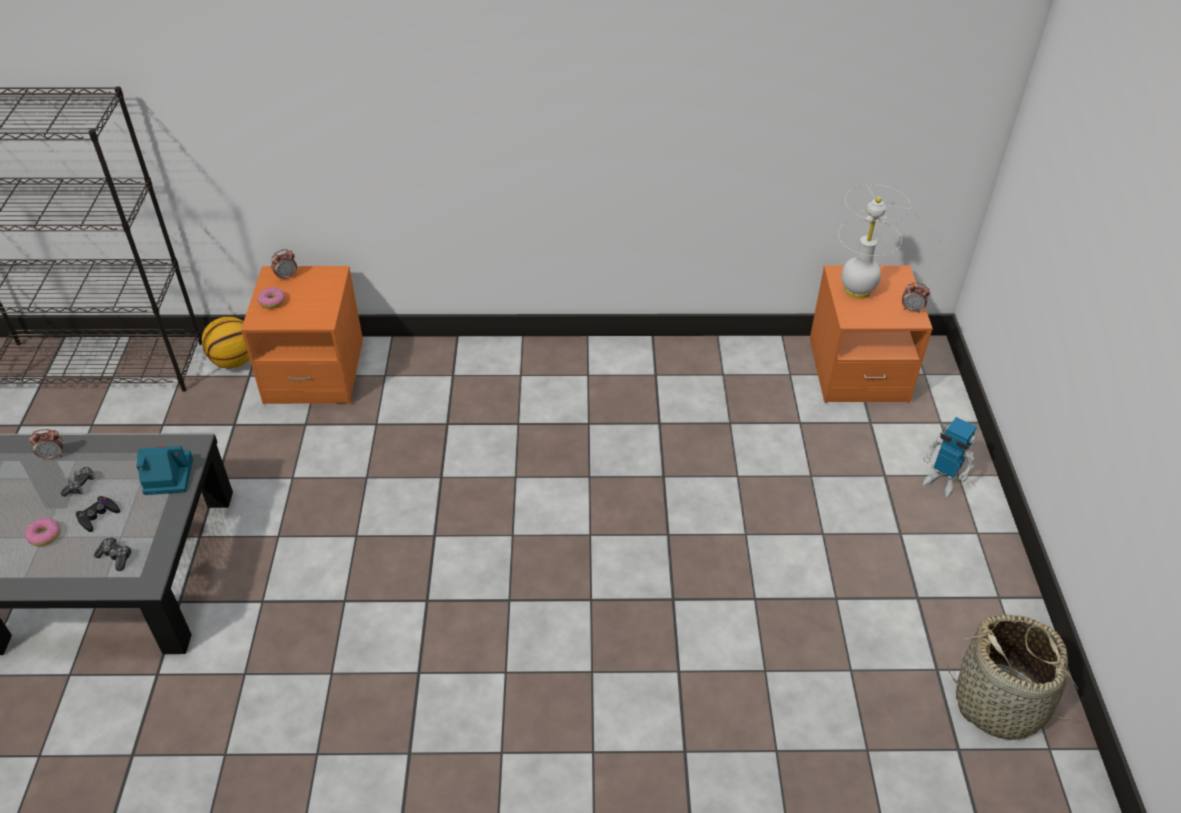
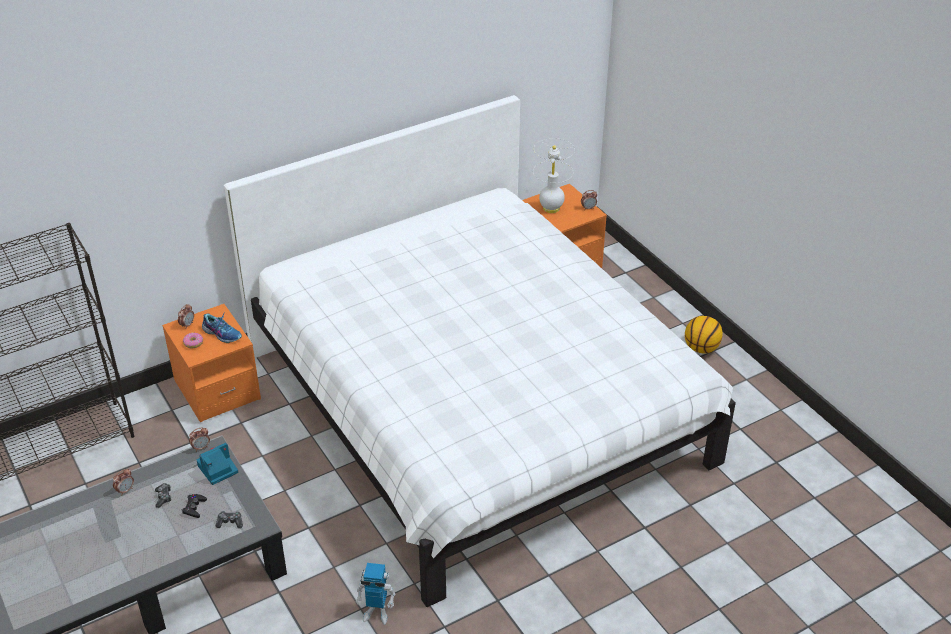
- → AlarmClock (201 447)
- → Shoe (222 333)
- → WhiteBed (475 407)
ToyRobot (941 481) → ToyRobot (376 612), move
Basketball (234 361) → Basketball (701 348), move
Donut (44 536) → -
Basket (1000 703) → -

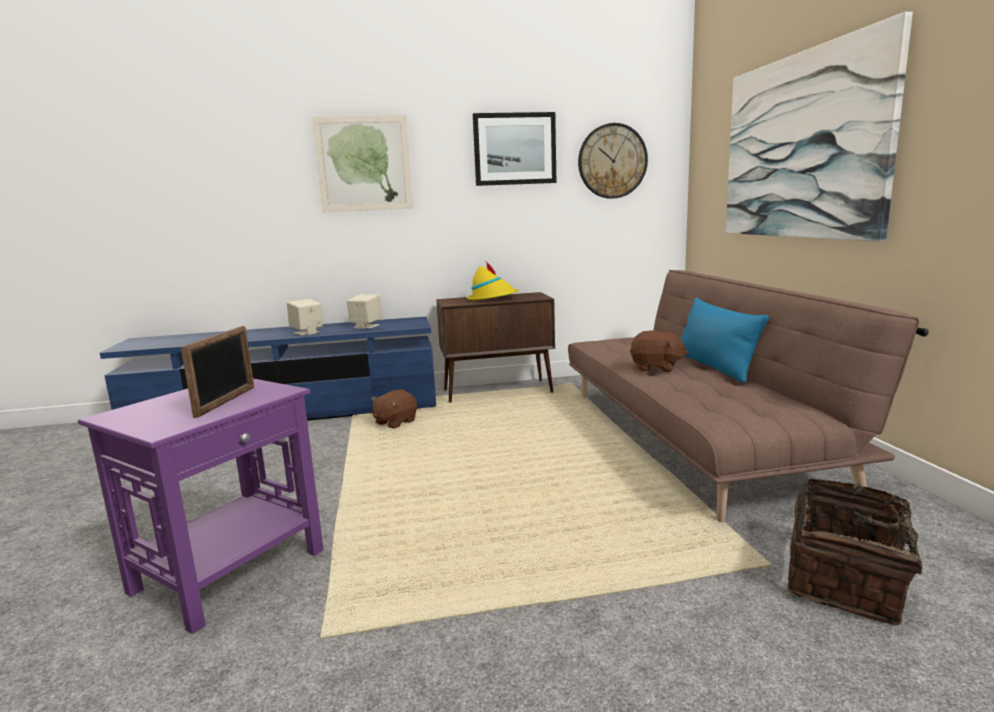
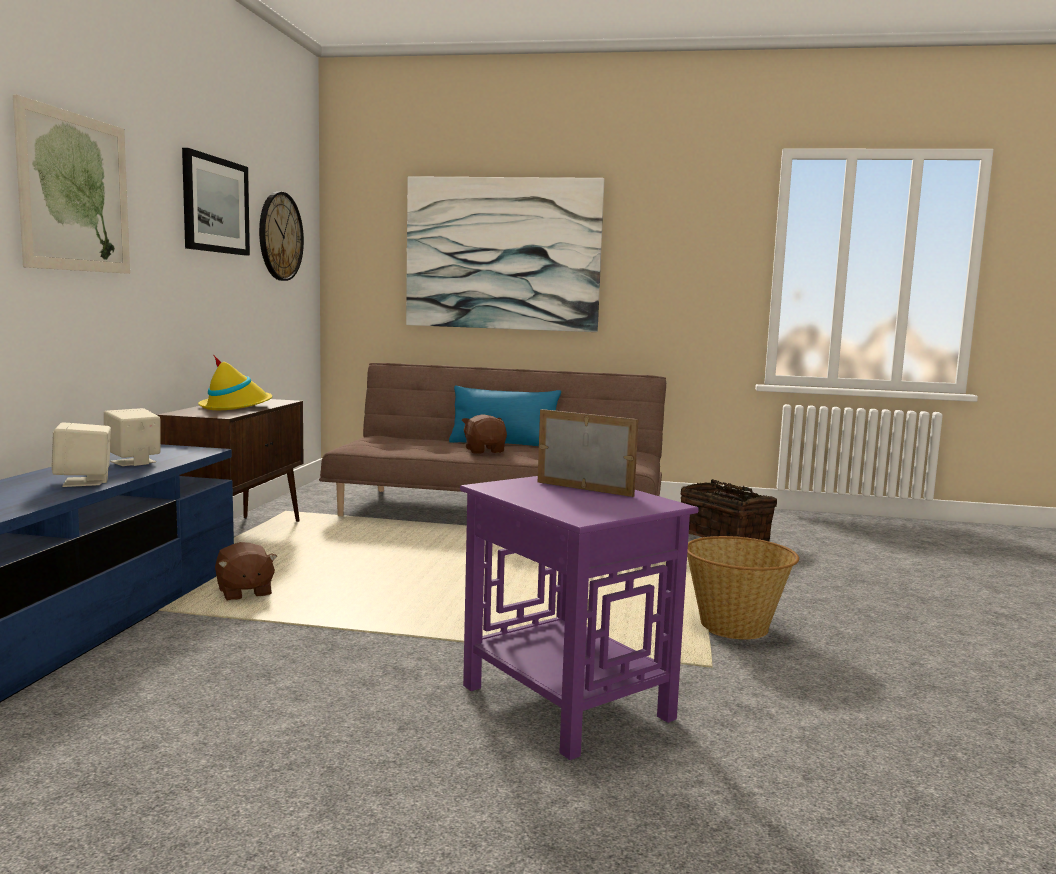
BrownPlushToy (656 368) → BrownPlushToy (485 451), 60 degrees counterclockwise
- → Basket (735 626)

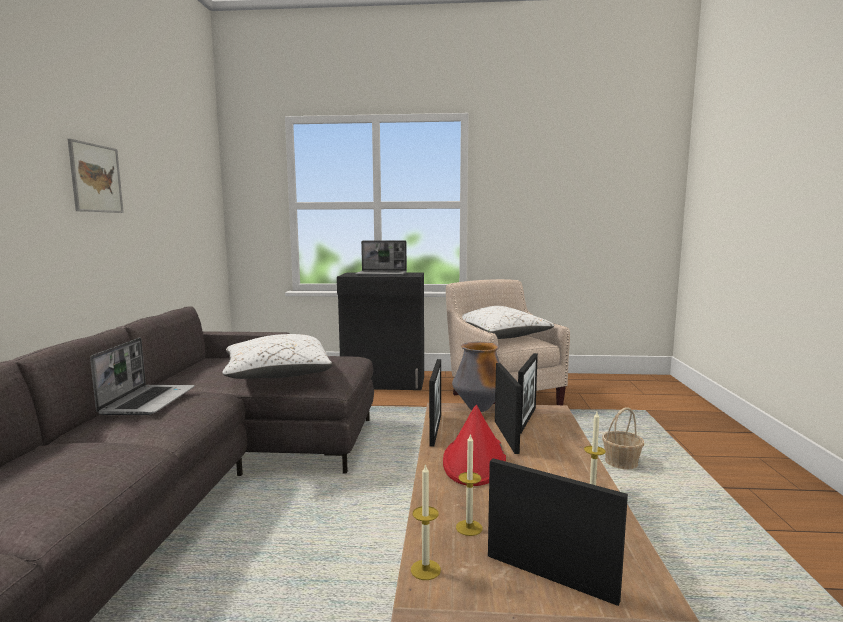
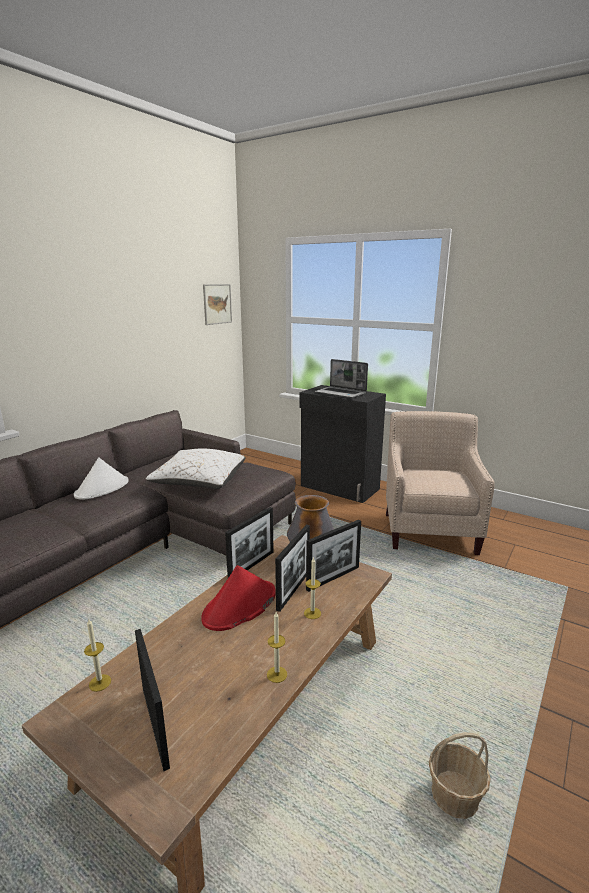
Laptop (148 401) → WhiteHat (102 488)
Picture (96 178) → Picture (217 304), move
Candle (469 528) → Candle (312 613), move
Basket (621 462) → Basket (455 795), move
WhitePillow (502 337) → -

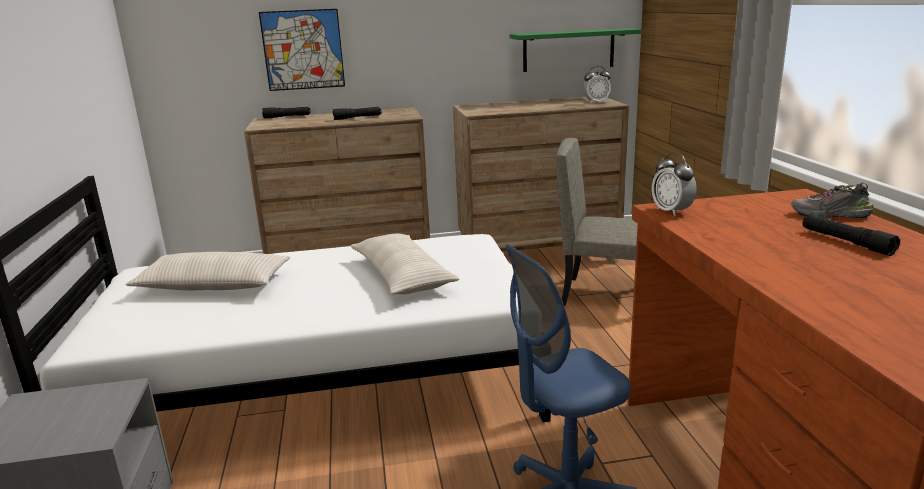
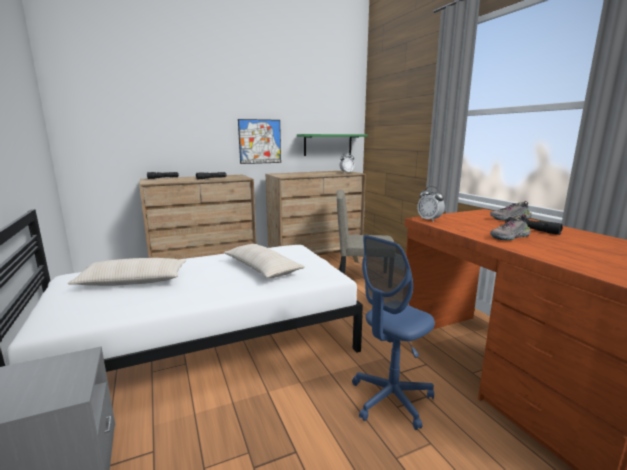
Picture (303 50) → Picture (260 141), move
- → Shoe (510 237)

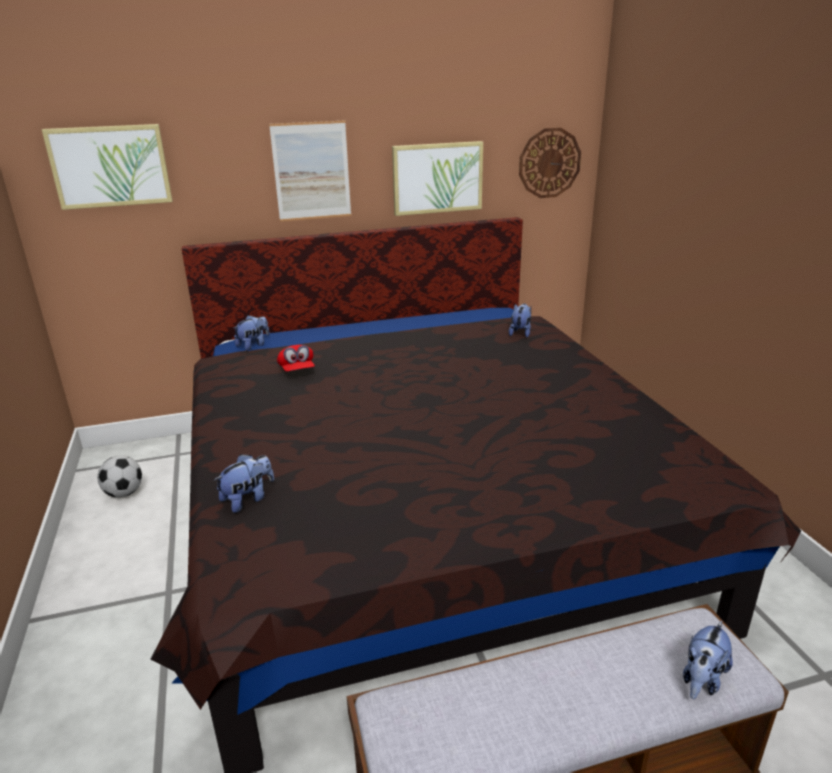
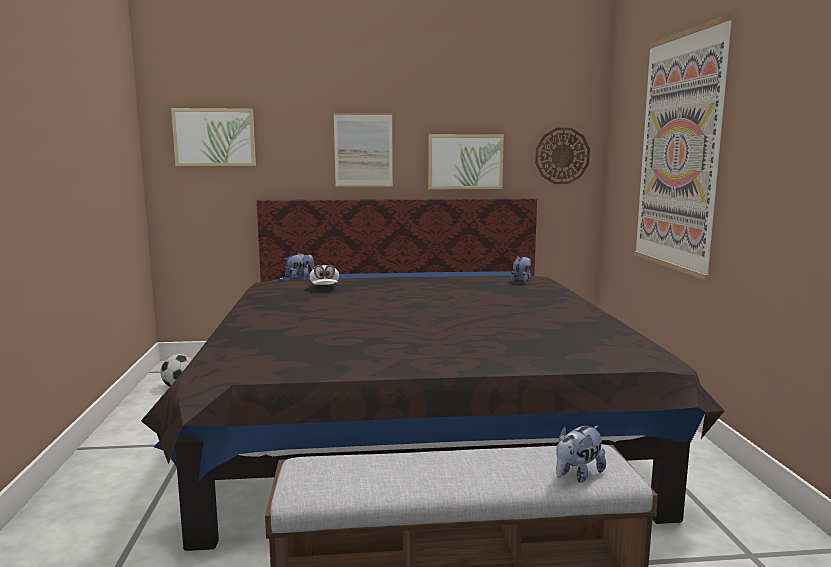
RedCap (297 371) → WhiteCap (324 288)
- → Picture (678 152)
PlushToy (248 499) → -

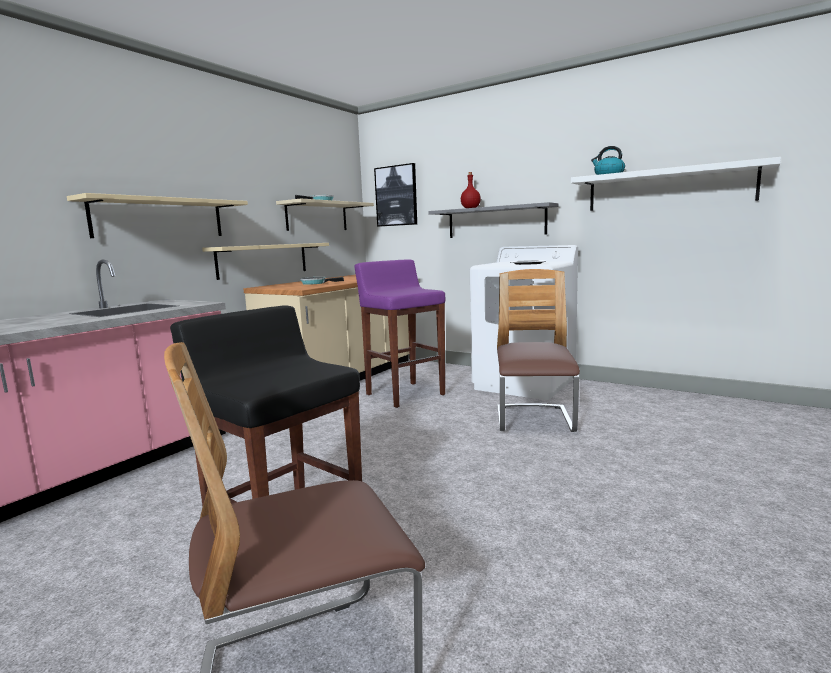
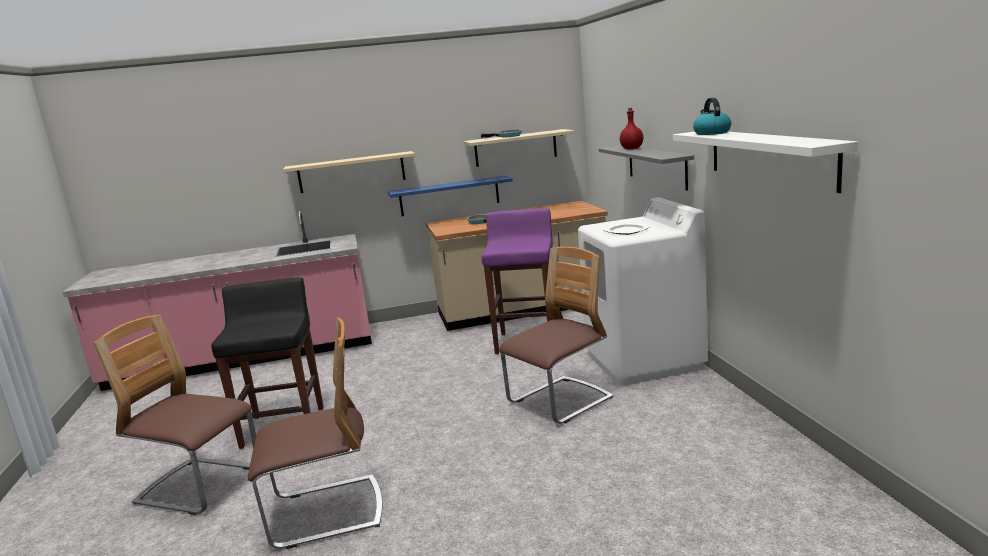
- → Chair (326 512)
BeigeShelf (263 260) → BlueShelf (449 196)
Picture (396 196) → -

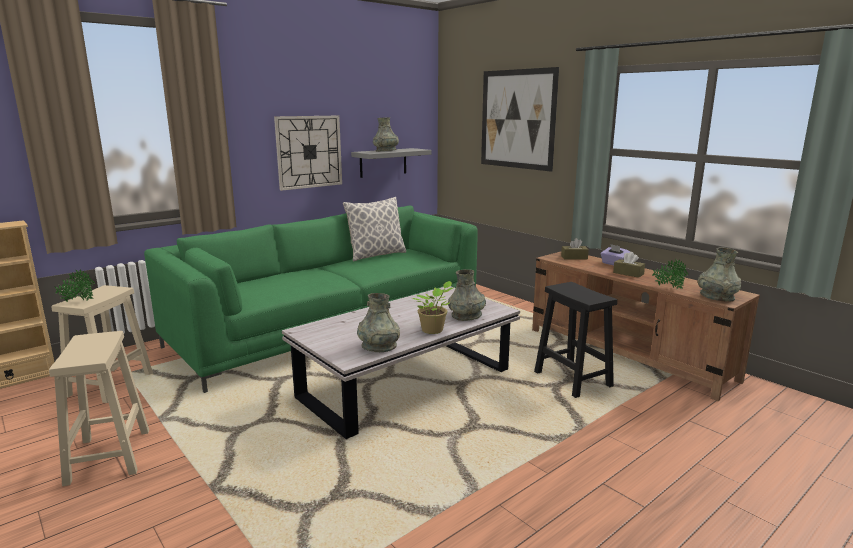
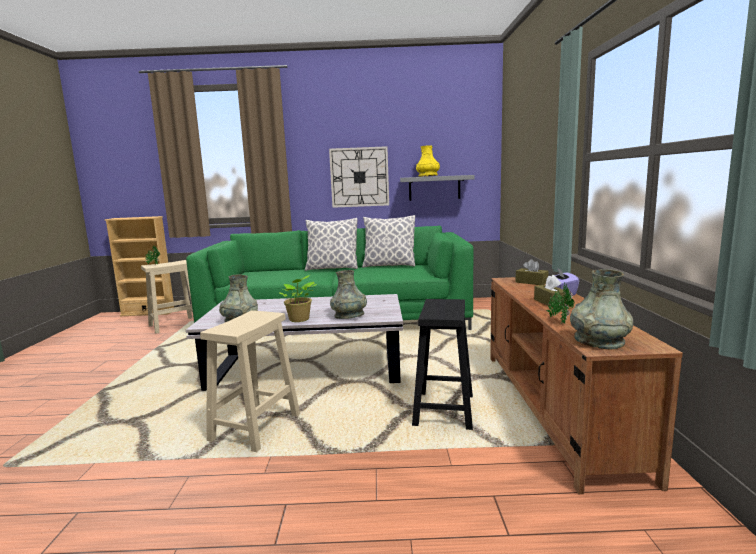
BeigeStool (109 457) → BeigeStool (255 428), move
- → Pillow (332 268)
GreyVase (386 151) → YellowVase (428 176)
Picture (517 119) → -

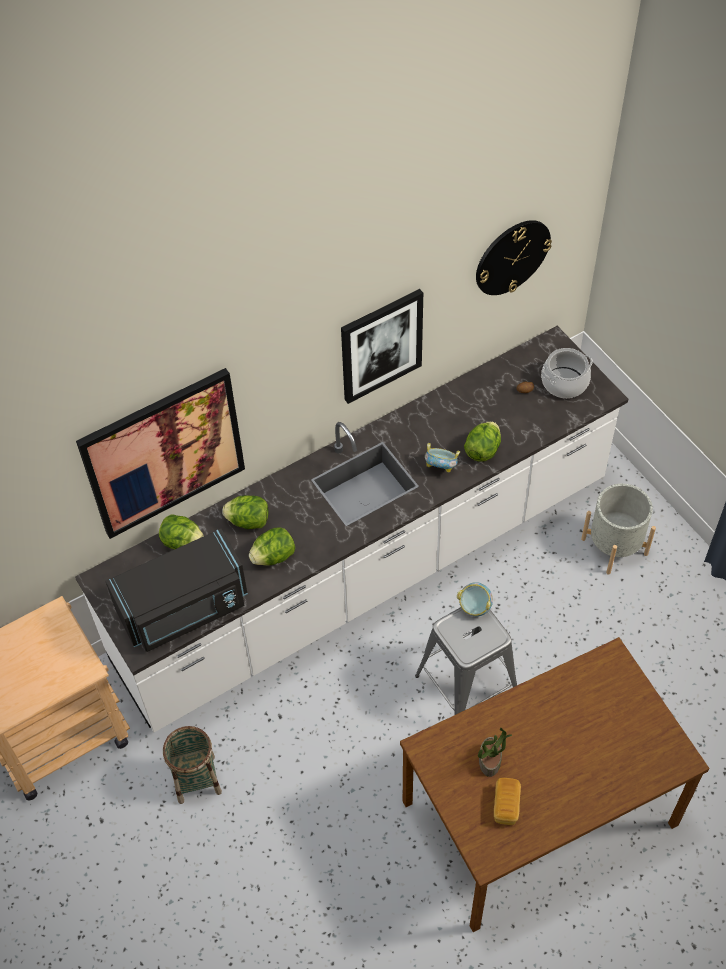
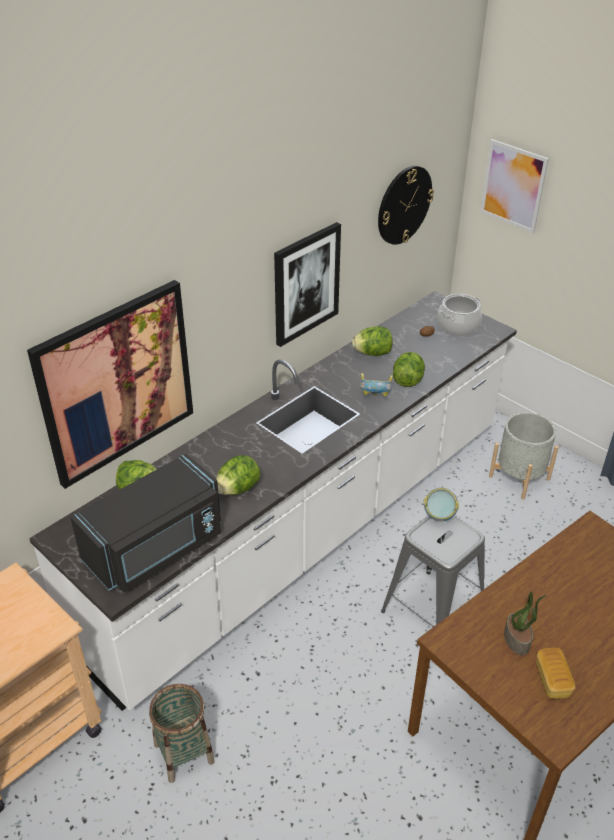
Lettuce (248 521) → Lettuce (373 353), move
- → Picture (513 186)

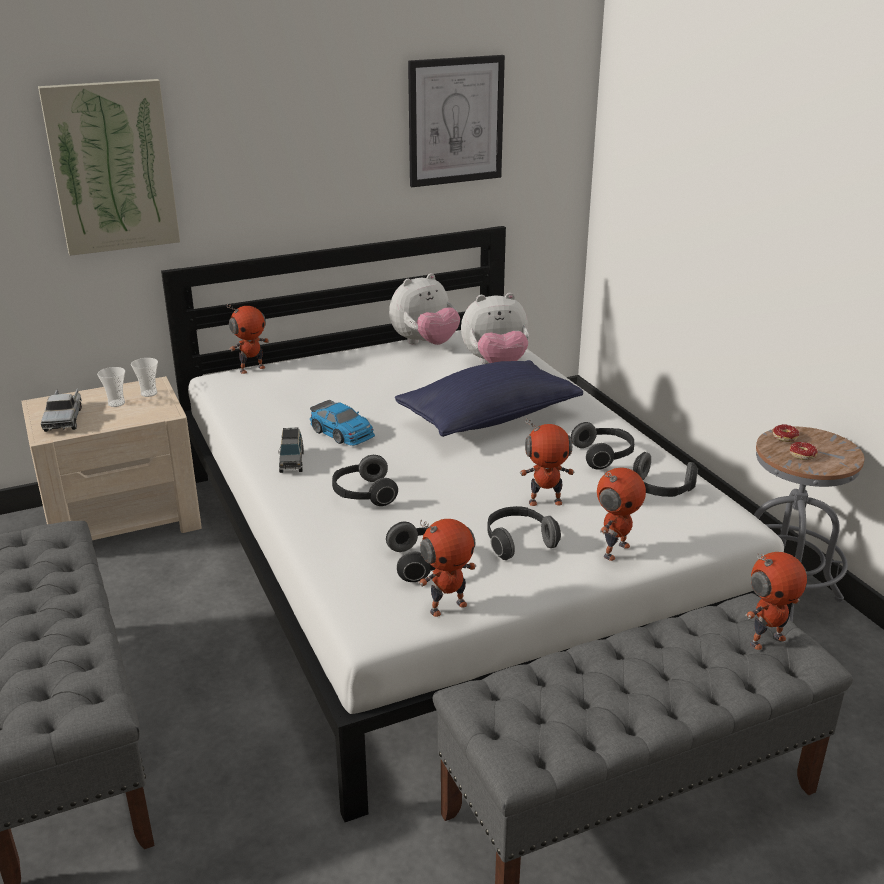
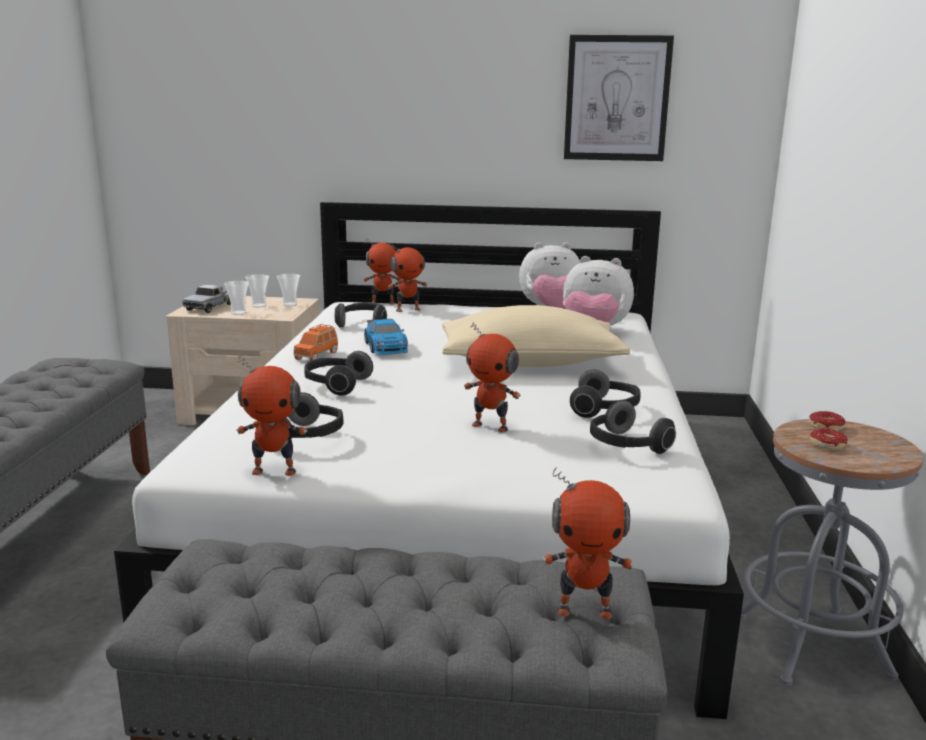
- → Cup (238 313)
GreyToyCar (291 462) → OrangeToyCar (317 355)
Headphones (518 542) → Headphones (363 324), move
ToyRobot (615 550) → ToyRobot (408 310), move
BluePillow (488 418) → BeigePillow (530 363)
Picture (112 167) → -

